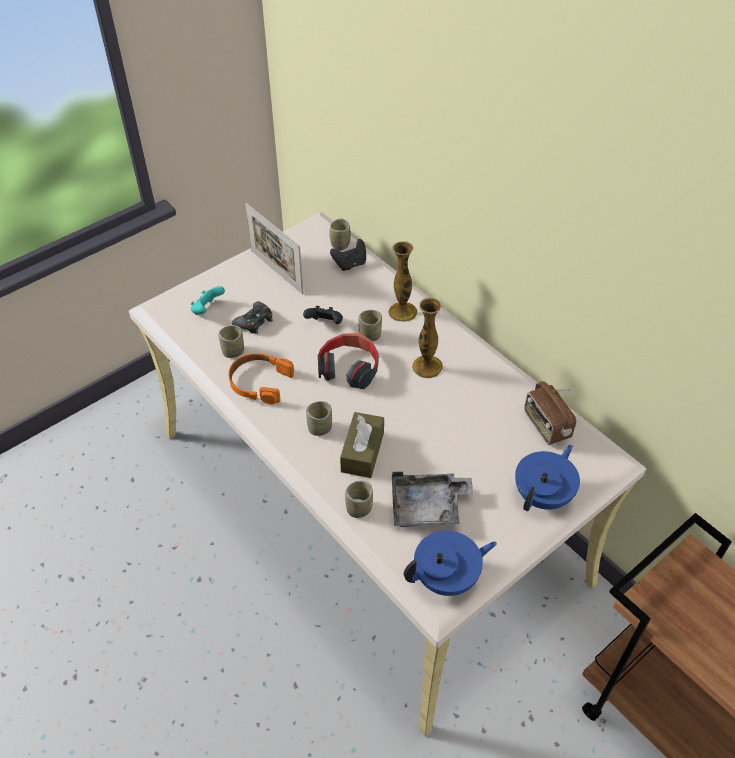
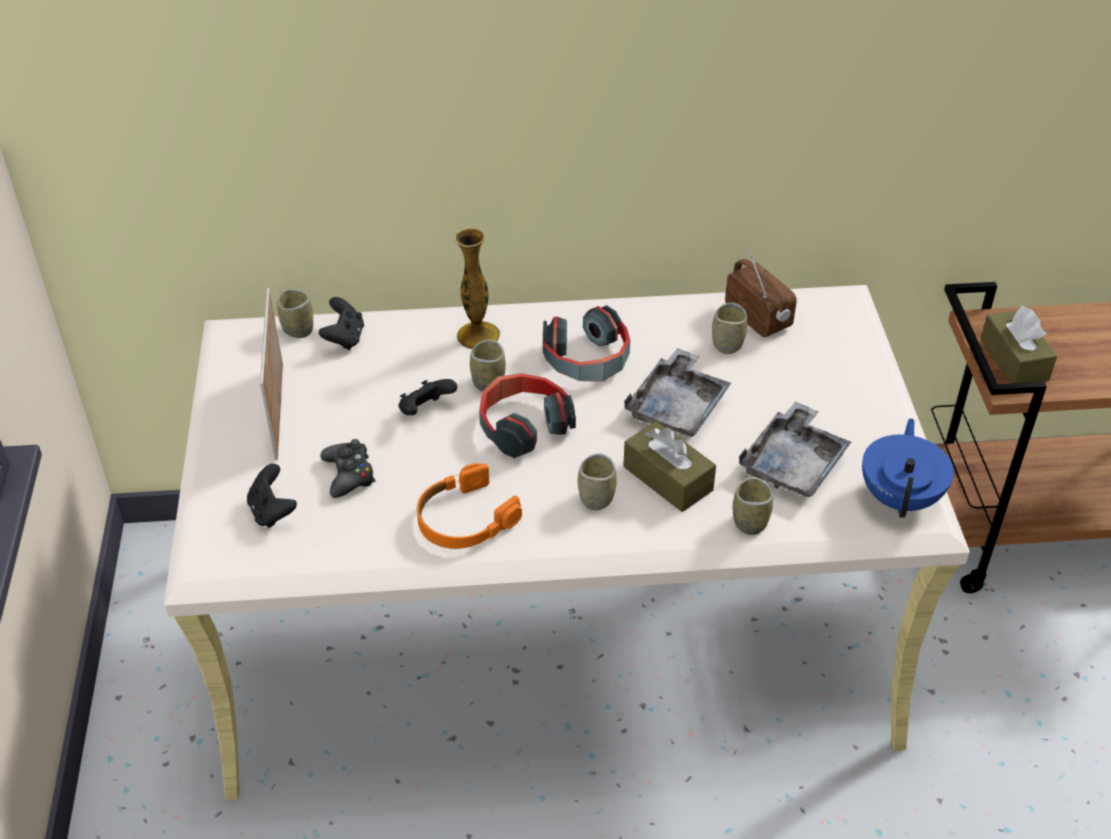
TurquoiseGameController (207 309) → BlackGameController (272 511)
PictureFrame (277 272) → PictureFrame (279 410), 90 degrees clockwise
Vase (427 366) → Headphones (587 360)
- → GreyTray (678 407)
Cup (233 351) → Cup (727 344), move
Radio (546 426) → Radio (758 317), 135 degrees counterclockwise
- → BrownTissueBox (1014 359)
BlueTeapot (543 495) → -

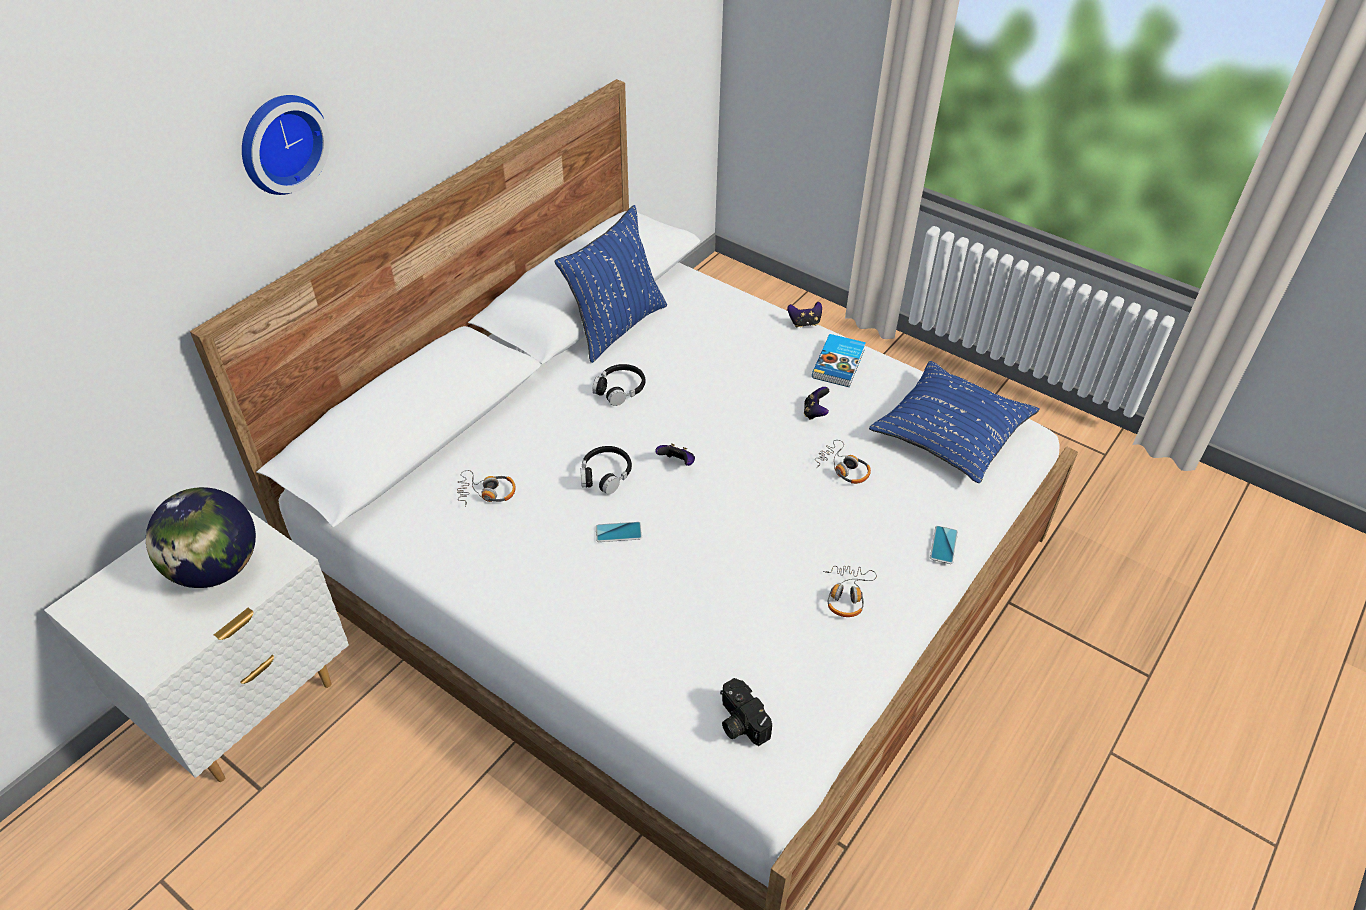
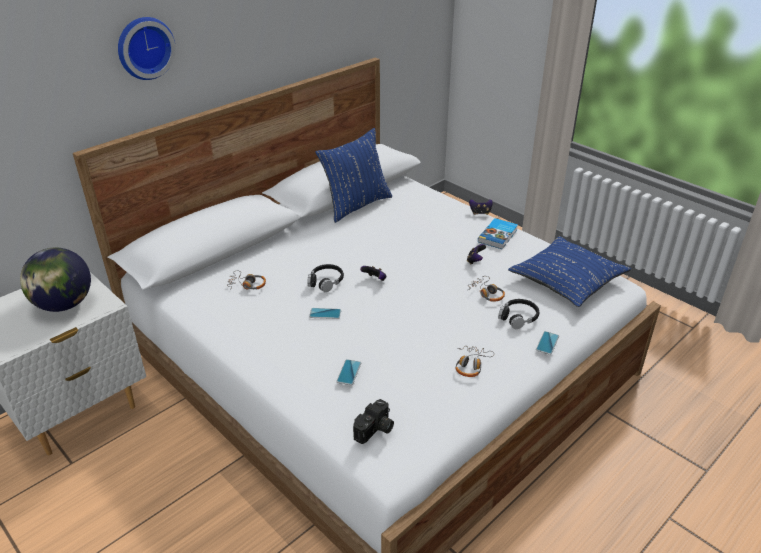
- → Phone (349 372)
PhotoCamera (739 722) → PhotoCamera (375 430), 120 degrees counterclockwise
BlackHeadphones (620 389) → BlackHeadphones (518 317), move

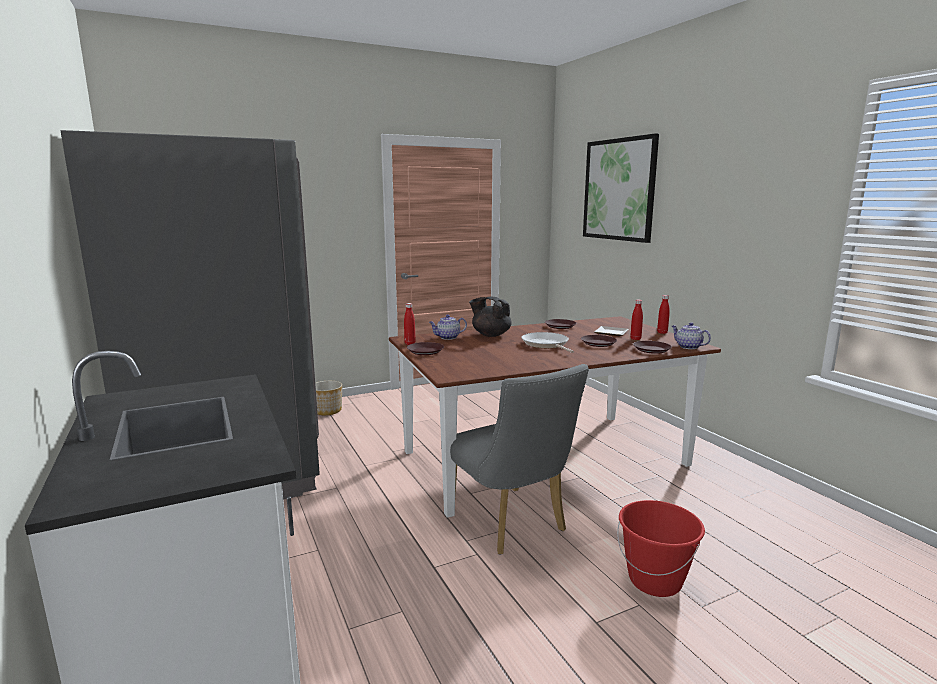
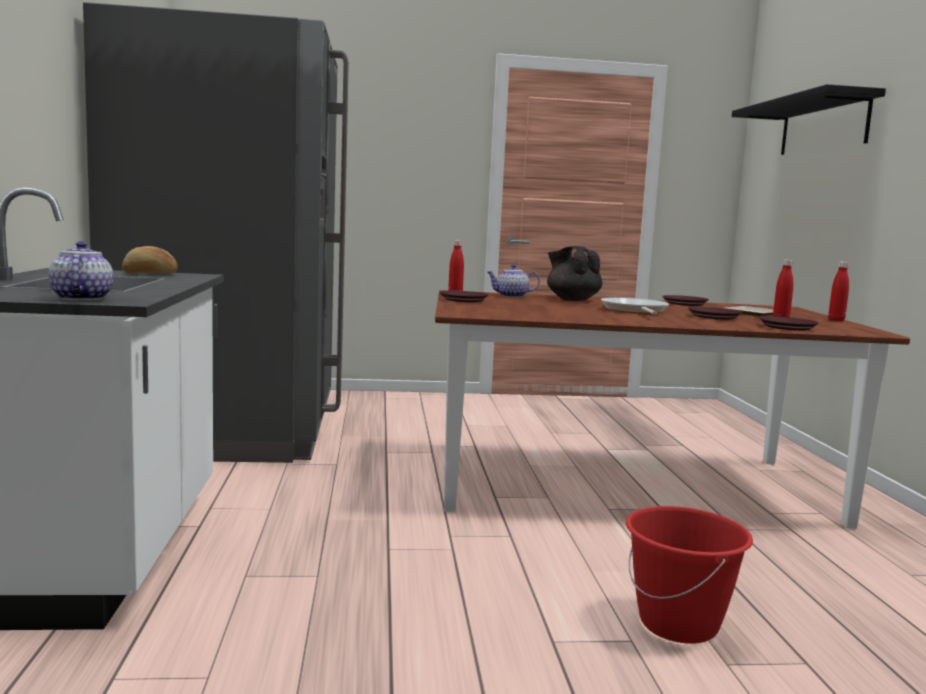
Teapot (688 347) → Teapot (81 298), move
- → Bread (150 274)
Picture (619 189) → BlackShelf (823 126)
Planter (327 410) → -
GreyChair (511 524) → -

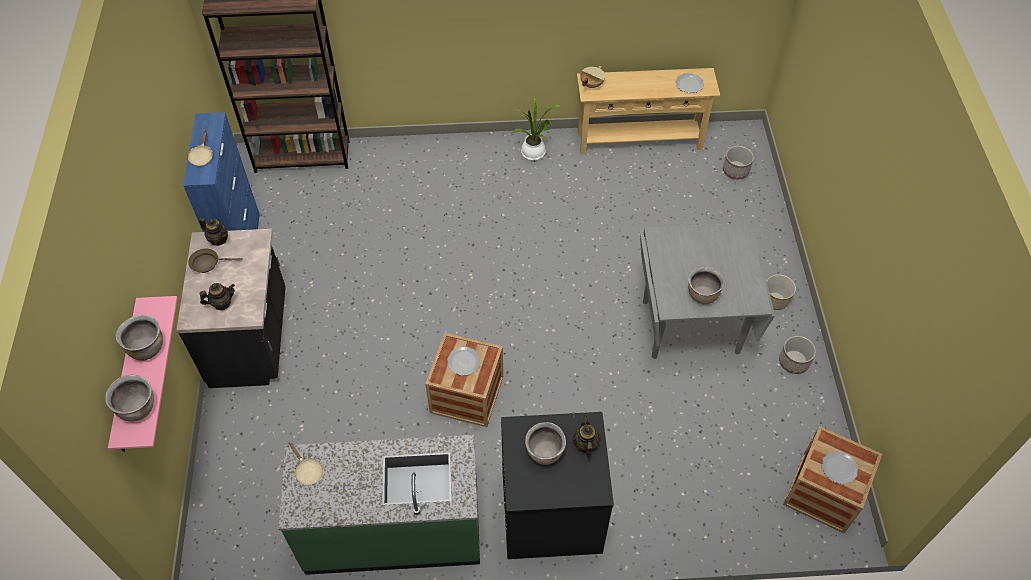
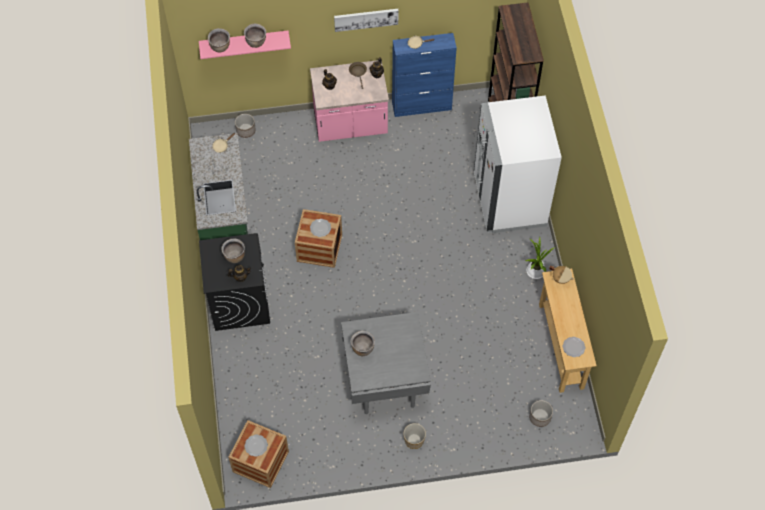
Planter (794 362) → Planter (246 131), move
BlackCounter (251 339) → PinkCounter (350 125)
- → Picture (366 19)
- → WhiteFridge (509 200)

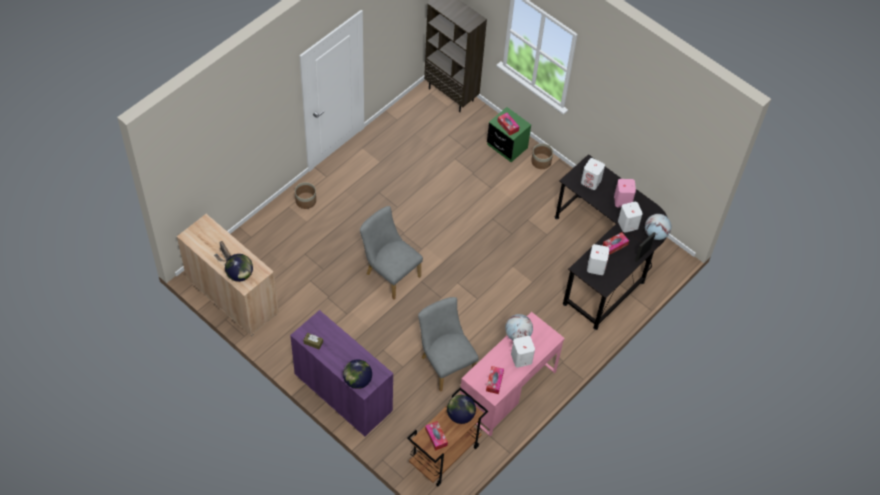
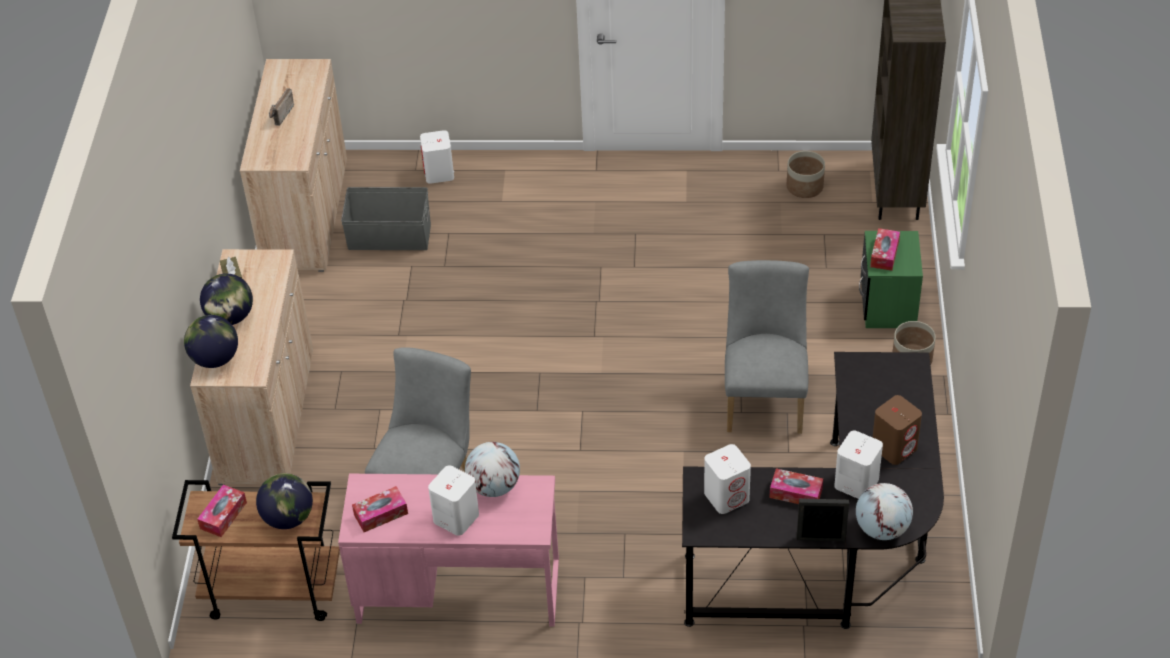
PurpleCabinet (343 393) → BeigeCabinet (267 416)
Globe (240 275) → Globe (230 317), move
- → GreyStorageBox (389 237)
WhiteSpeaker (591 181) → WhiteSpeaker (439 173), move
GreyChair (390 273) → GreyChair (764 397), move
Planter (306 201) → Planter (805 186), move
PinkSpeaker (622 200) → BrownSpeaker (894 447)

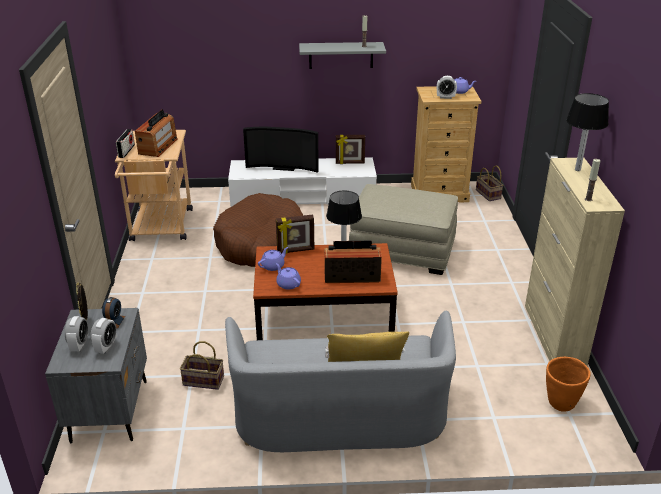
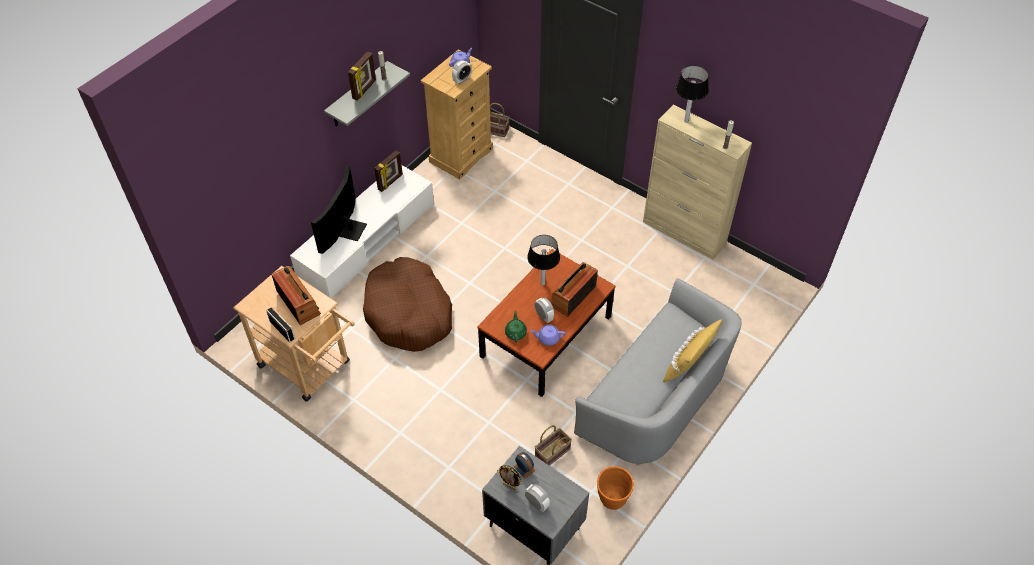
Television (284 167) → Television (347 228), 150 degrees clockwise
PictureFrame (295 250) → PictureFrame (364 90), move
PurpleTeapot (273 266) → GreenTeapot (515 332)
AlarmClock (106 347) → AlarmClock (544 316), move
OrangePlanter (560 403) → OrangePlanter (612 500), move
BeigeOttoman (401 251) → -

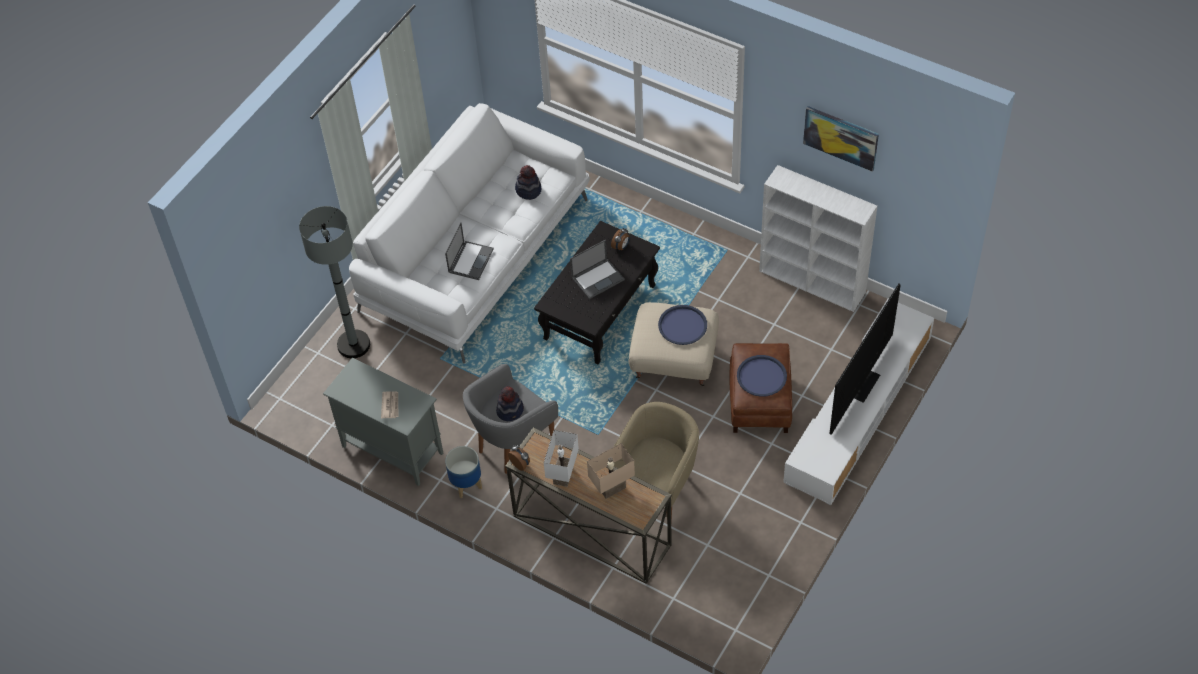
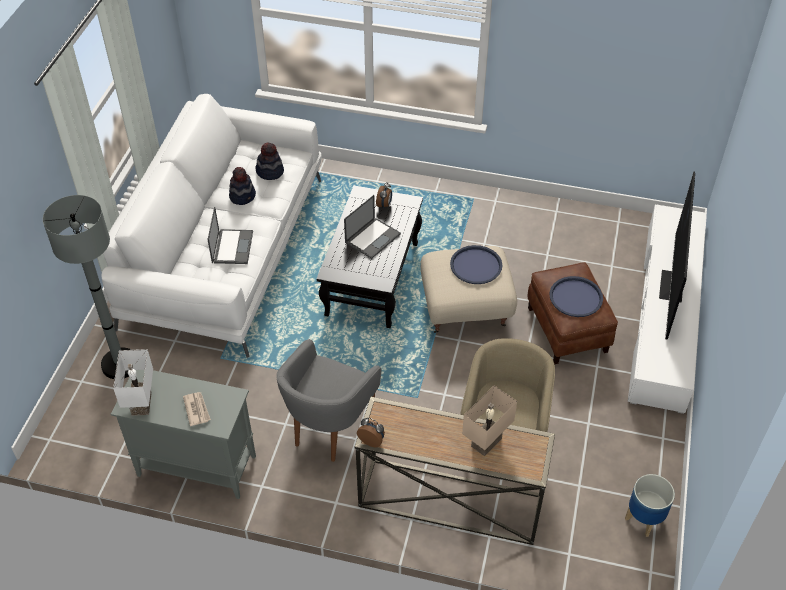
WhiteTableLamp (562 475) → WhiteTableLamp (140 403), move
Hat (510 410) → Hat (243 196), move
Planter (467 484) → Planter (644 518), move
WhiteBookcase (813 282) → -
Picture (841 137) → -

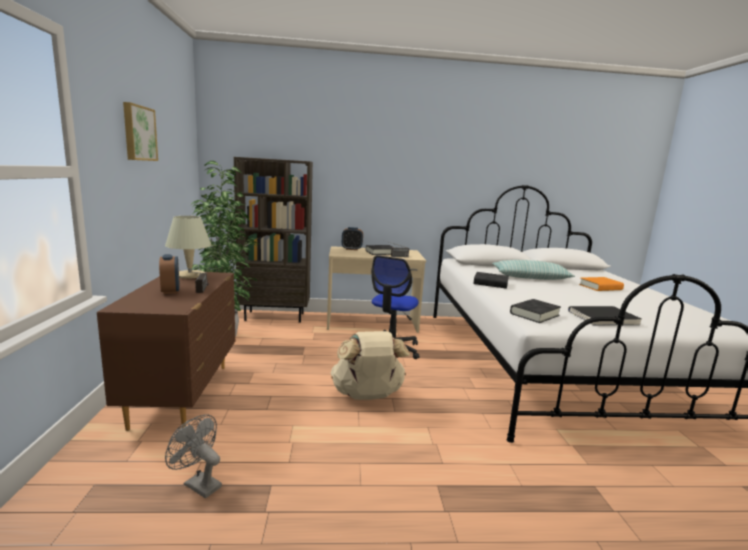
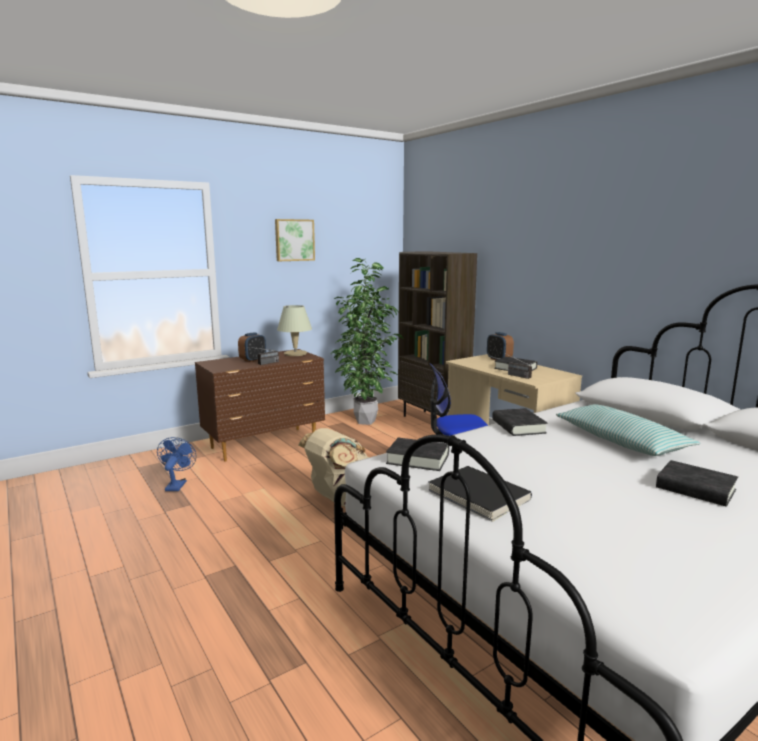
GreyFan (198 484) → BlueFan (177 485)
OrangeBook (600 287) → BlackBook (695 489)

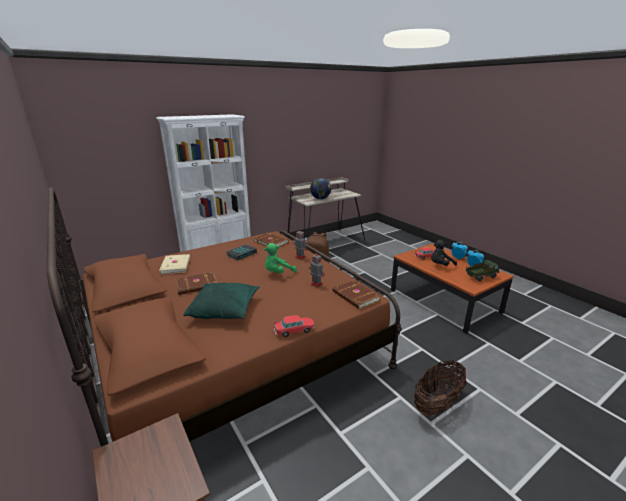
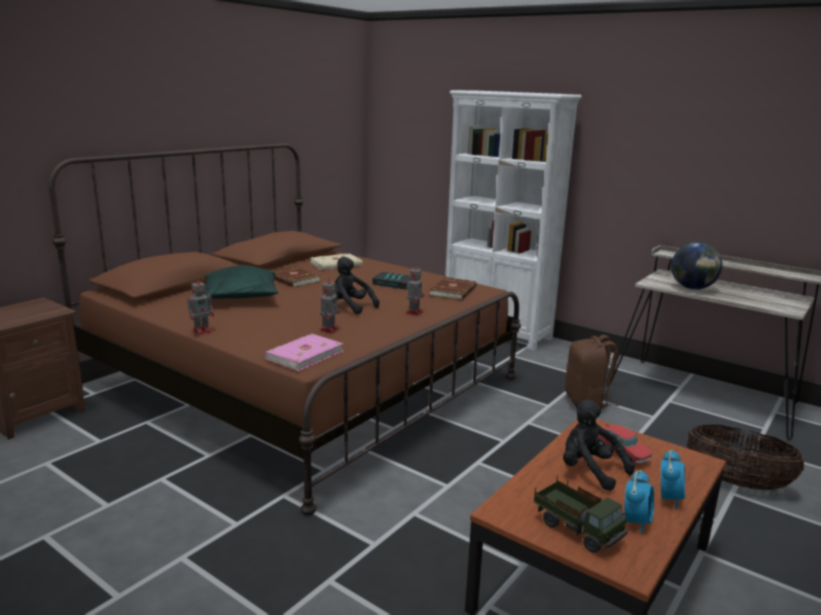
ToyCar (294 330) → ToyRobot (202 331)
BrownBook (355 296) → PinkBook (303 355)
GreenPlushToy (278 273) → BlackPlushToy (350 307)
Basket (437 403) → Basket (736 482), move

